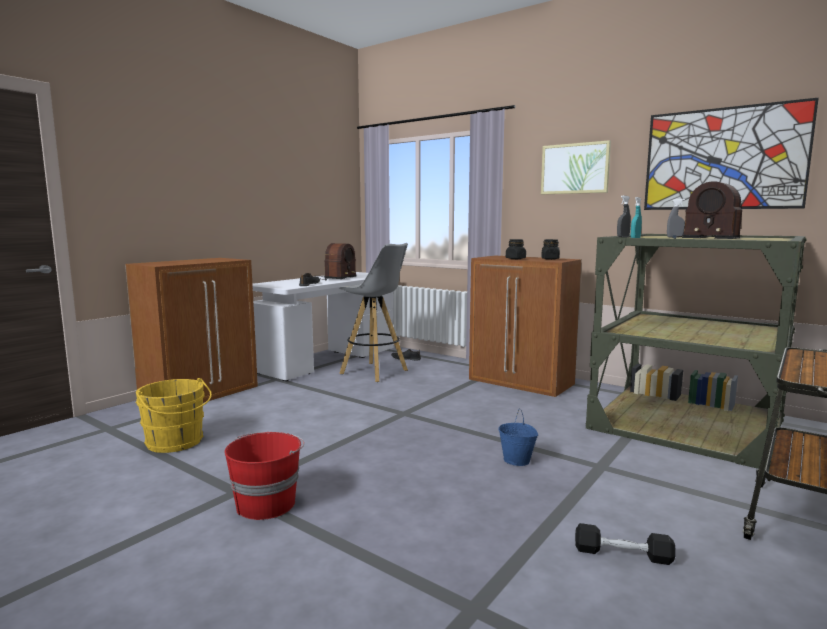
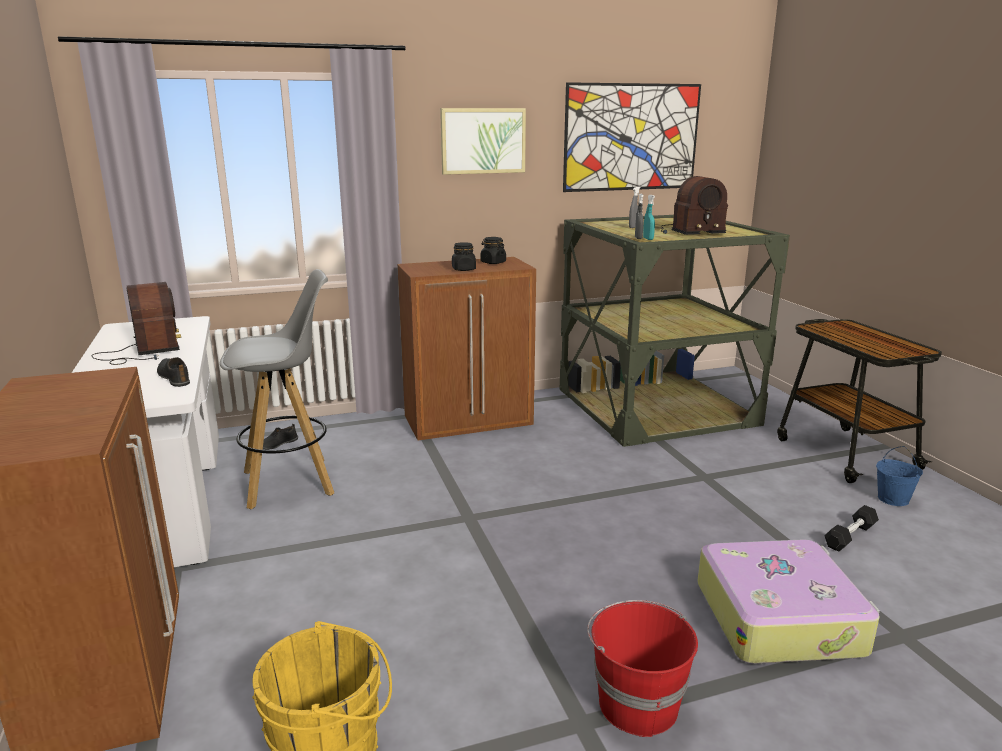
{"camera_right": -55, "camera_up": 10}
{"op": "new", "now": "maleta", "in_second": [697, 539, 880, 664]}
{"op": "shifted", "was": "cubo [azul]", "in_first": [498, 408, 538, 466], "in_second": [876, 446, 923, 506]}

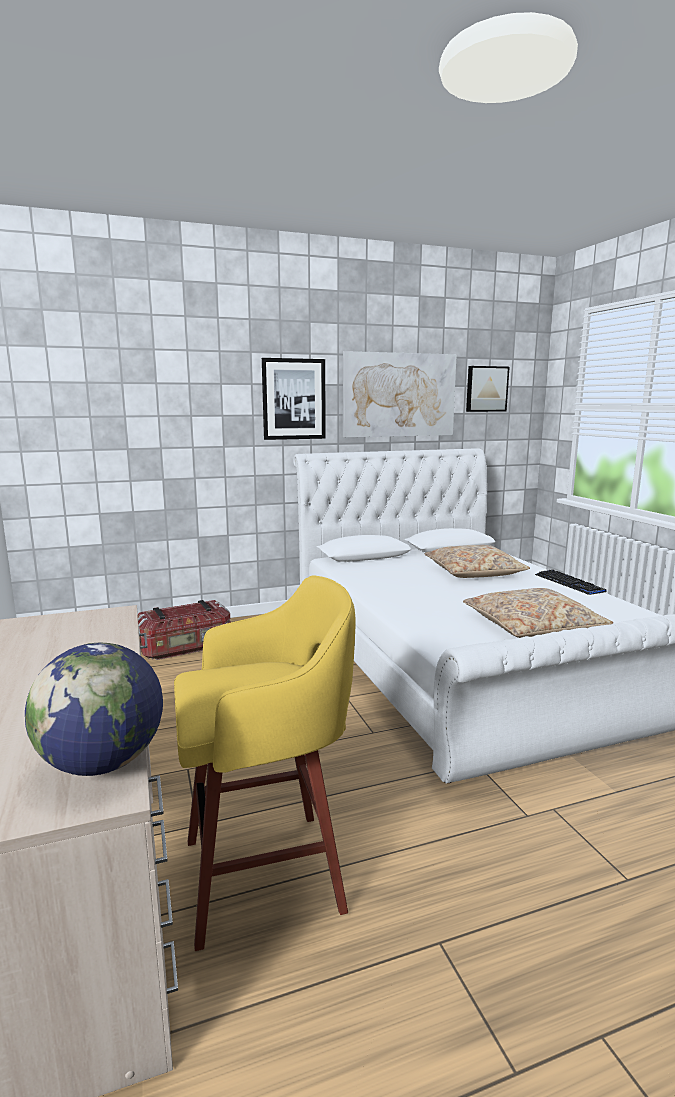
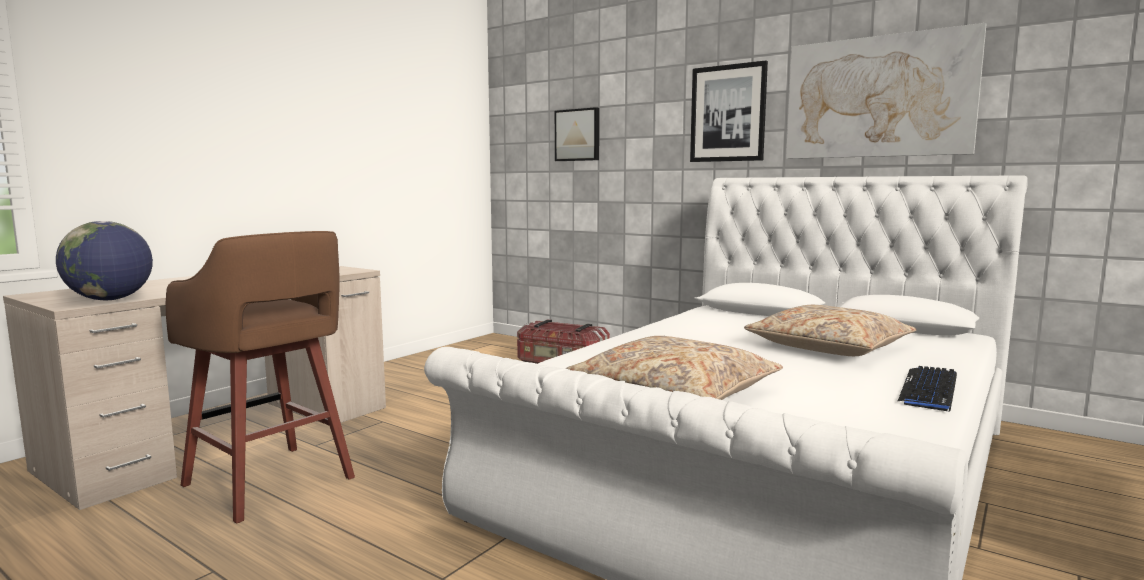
{"camera_right": 55, "camera_up": -5}
{"op": "shifted", "was": "cuadro", "in_first": [466, 366, 510, 412], "in_second": [555, 107, 599, 161]}
{"op": "repainted", "was": "taburete [amarillo]", "now": "taburete [marrón]", "in_first": [174, 575, 355, 951], "in_second": [166, 231, 355, 524]}

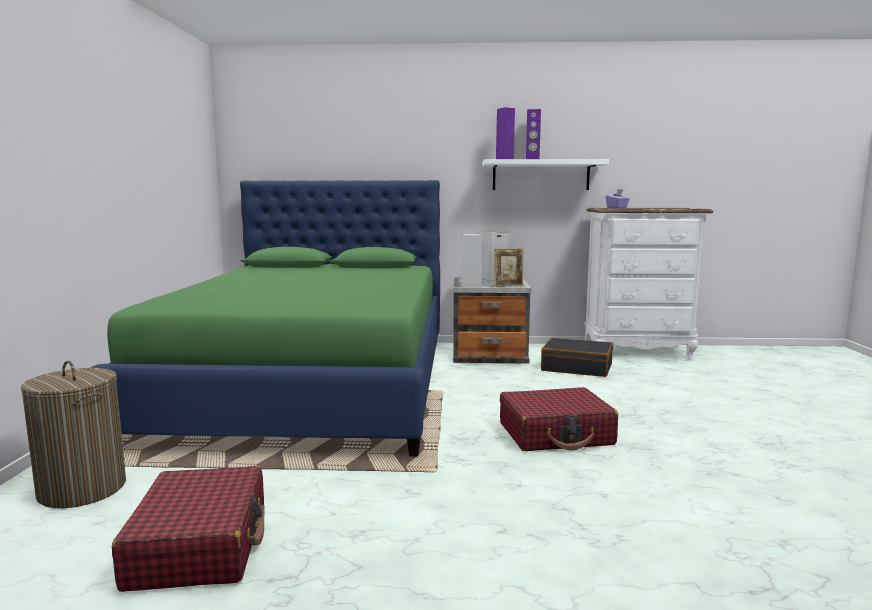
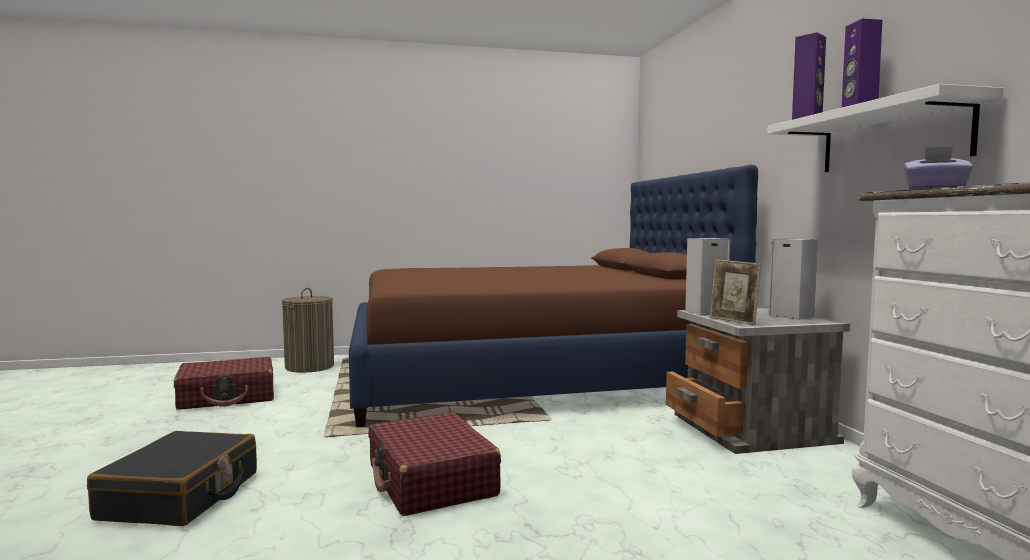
{"camera_right": 75, "camera_up": -5}
{"op": "shifted", "was": "maleta [negro]", "in_first": [541, 338, 613, 377], "in_second": [87, 431, 257, 526]}
{"op": "repainted", "was": "cama [verde]", "now": "cama [marrón]", "in_first": [90, 180, 440, 456], "in_second": [349, 165, 758, 427]}

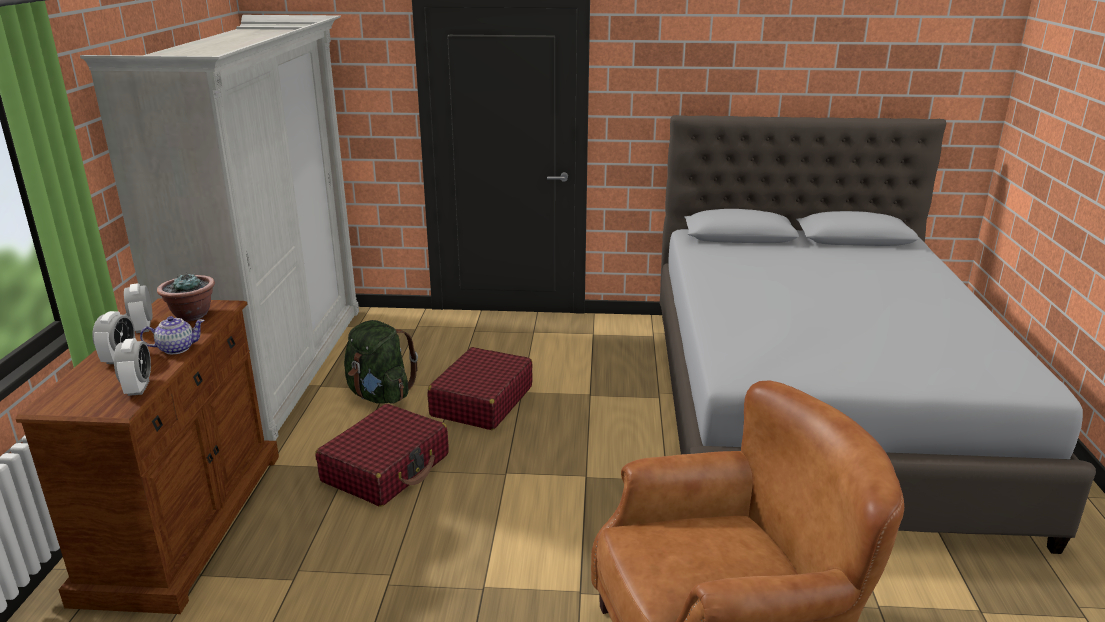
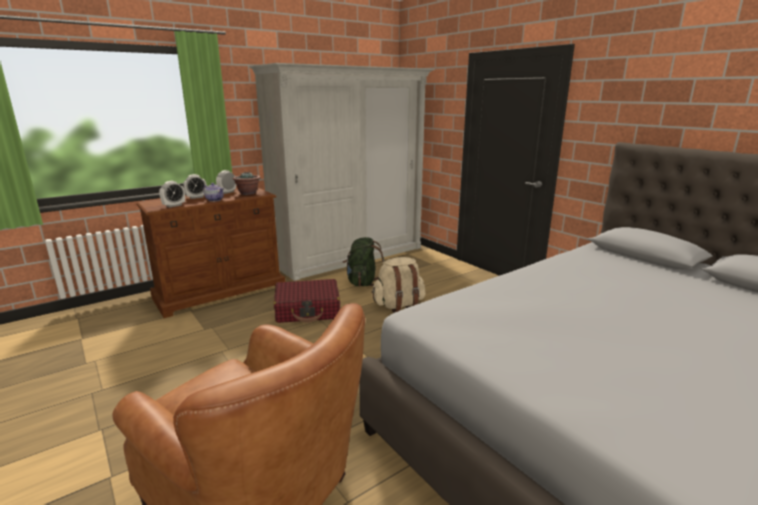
{"camera_right": 50, "camera_up": -5}
{"op": "swapped", "was": "maleta [rojo]", "now": "mochila [beis]", "in_first": [428, 347, 533, 430], "in_second": [371, 257, 426, 313]}

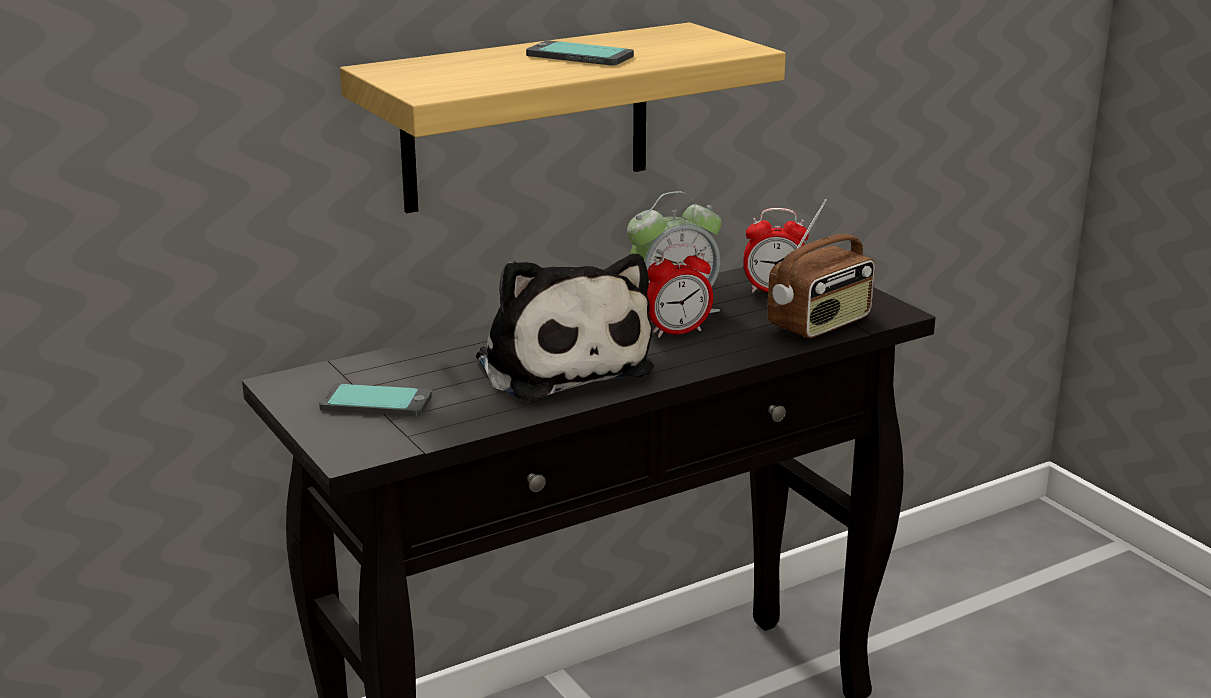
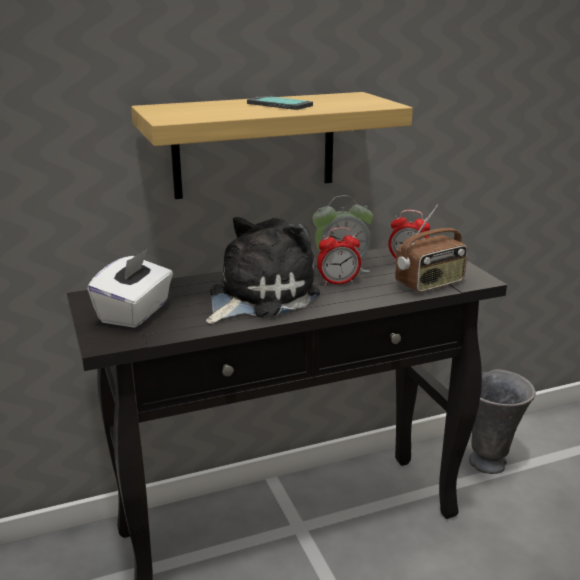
{"camera_right": 10, "camera_up": 0}
{"op": "new", "now": "florero [gris]", "in_second": [469, 369, 536, 474]}
{"op": "swapped", "was": "móvil", "now": "caja de pañuelos [blanco]", "in_first": [319, 384, 432, 417], "in_second": [87, 249, 173, 328]}
{"op": "rotated", "was": "peluche", "in_first": [476, 254, 654, 401], "in_second": [206, 217, 320, 324], "clockwise": -120}

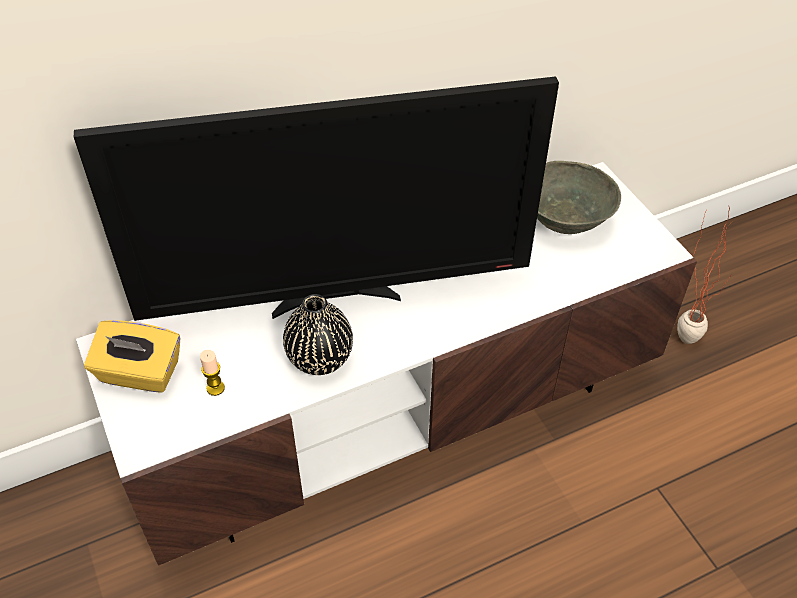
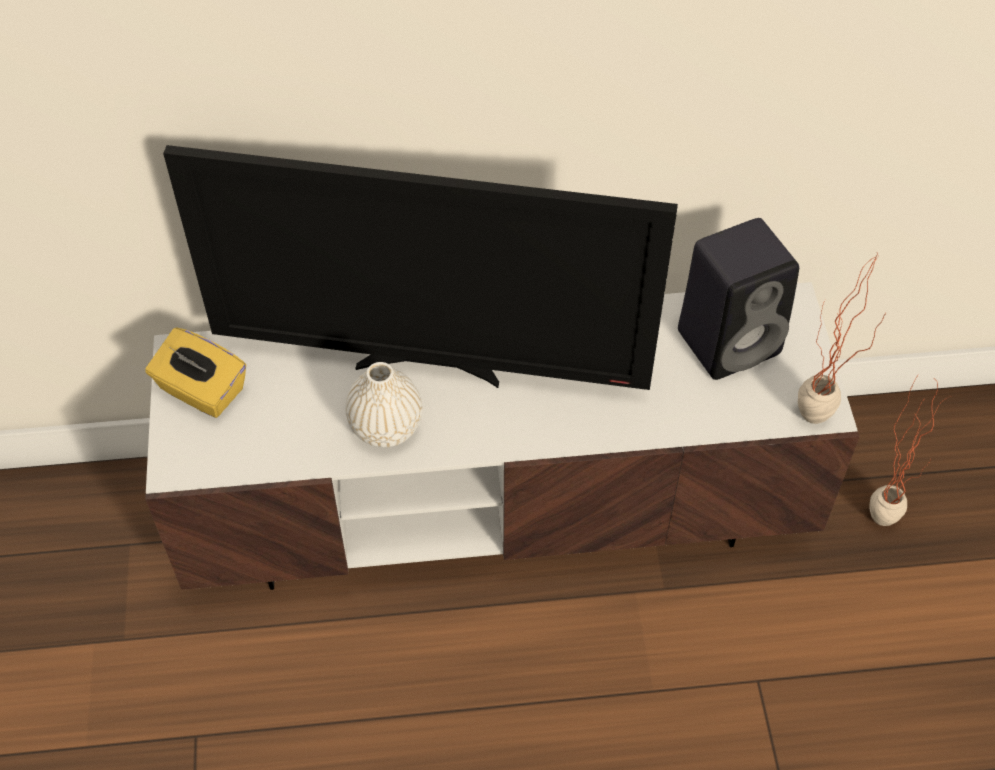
{"camera_right": 20, "camera_up": 5}
{"op": "gone", "was": "vela", "in_first": [200, 350, 225, 396]}
{"op": "new", "now": "planta en maceta", "in_second": [798, 255, 886, 424]}
{"op": "swapped", "was": "cuenco [gris]", "now": "altavoz [negro]", "in_first": [537, 161, 621, 234], "in_second": [678, 218, 799, 380]}
{"op": "repainted", "was": "florero [negro]", "now": "florero [blanco]", "in_first": [283, 294, 353, 375], "in_second": [346, 362, 422, 448]}

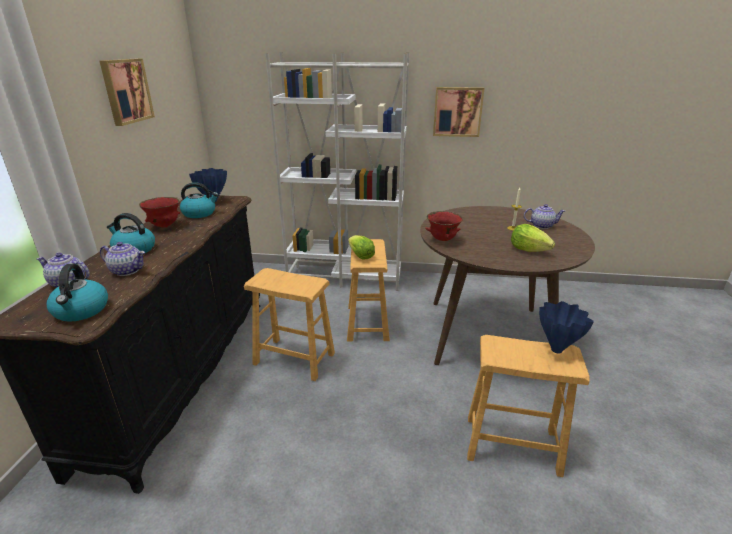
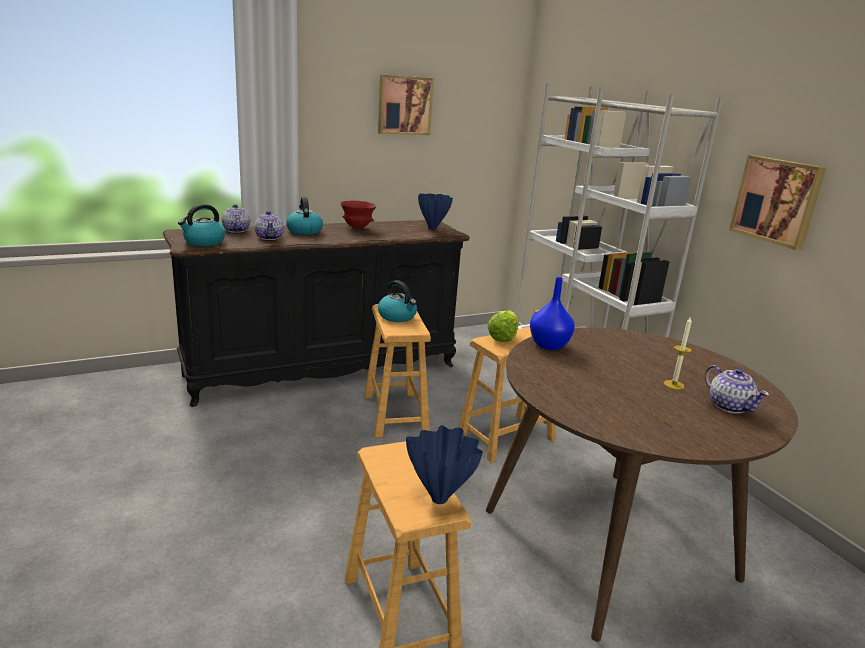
{"camera_right": 55, "camera_up": -5}
{"op": "gone", "was": "lechuga", "in_first": [511, 224, 555, 252]}
{"op": "shifted", "was": "hervidor", "in_first": [180, 182, 219, 218], "in_second": [378, 280, 417, 322]}
{"op": "swapped", "was": "cuenco [rojo]", "now": "florero [azul]", "in_first": [425, 211, 463, 241], "in_second": [530, 277, 575, 350]}

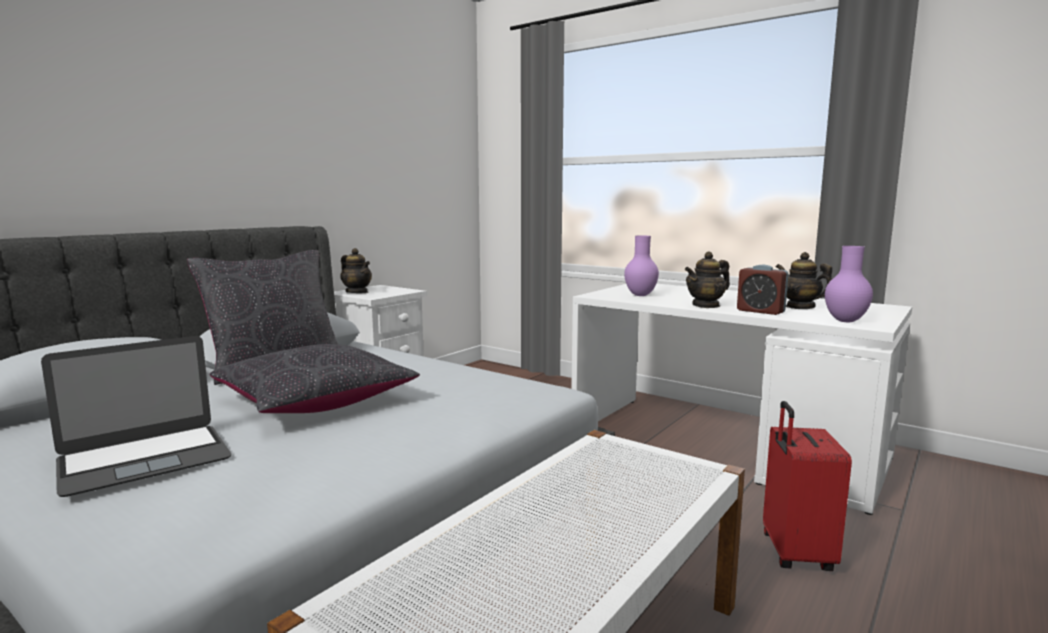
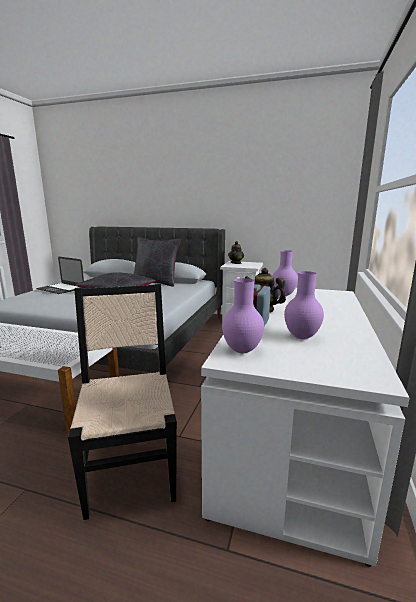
{"camera_right": 70, "camera_up": 5}
{"op": "swapped", "was": "maleta [rojo]", "now": "silla", "in_first": [763, 401, 852, 571], "in_second": [68, 283, 177, 520]}
{"op": "swapped", "was": "tetera", "now": "florero [morado]", "in_first": [776, 252, 832, 309], "in_second": [284, 271, 324, 339]}

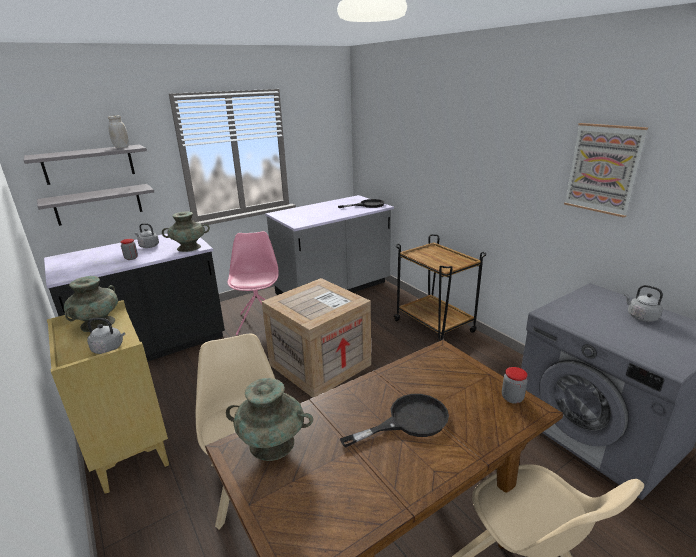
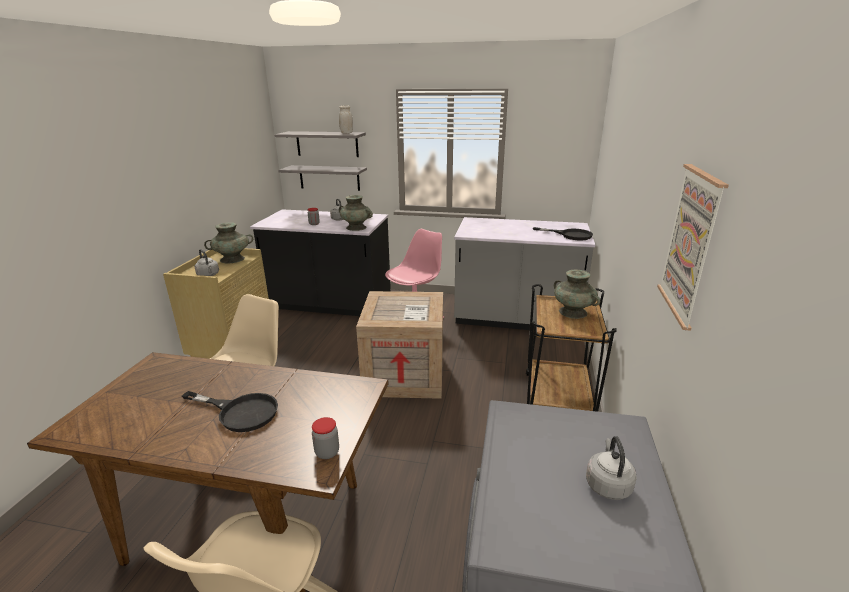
{"camera_right": 45, "camera_up": 0}
{"op": "shifted", "was": "florero [turquesa]", "in_first": [226, 378, 313, 461], "in_second": [554, 270, 600, 319]}

